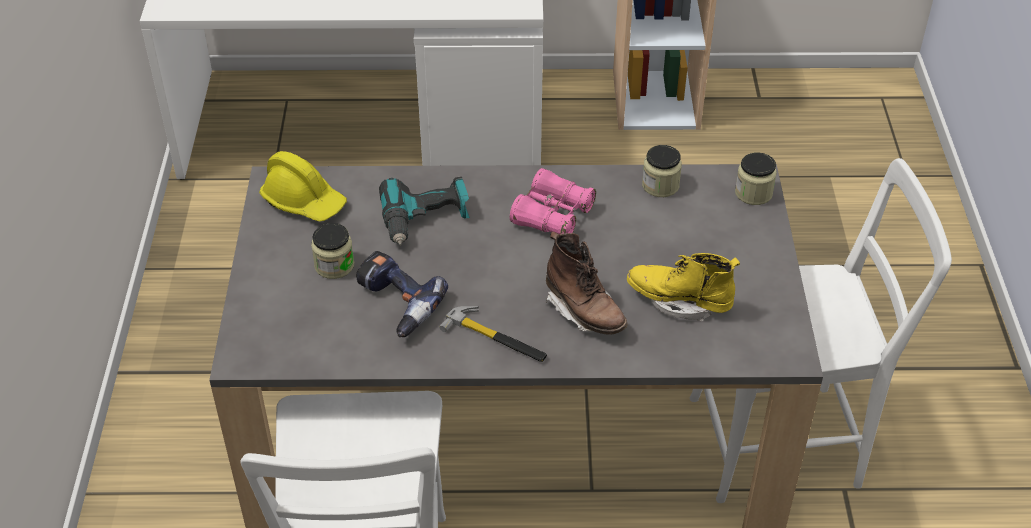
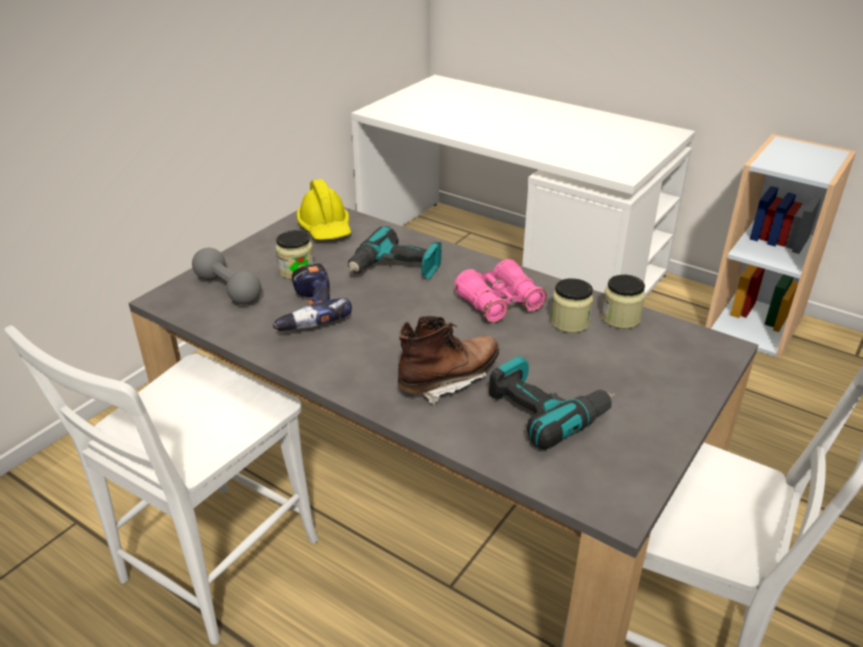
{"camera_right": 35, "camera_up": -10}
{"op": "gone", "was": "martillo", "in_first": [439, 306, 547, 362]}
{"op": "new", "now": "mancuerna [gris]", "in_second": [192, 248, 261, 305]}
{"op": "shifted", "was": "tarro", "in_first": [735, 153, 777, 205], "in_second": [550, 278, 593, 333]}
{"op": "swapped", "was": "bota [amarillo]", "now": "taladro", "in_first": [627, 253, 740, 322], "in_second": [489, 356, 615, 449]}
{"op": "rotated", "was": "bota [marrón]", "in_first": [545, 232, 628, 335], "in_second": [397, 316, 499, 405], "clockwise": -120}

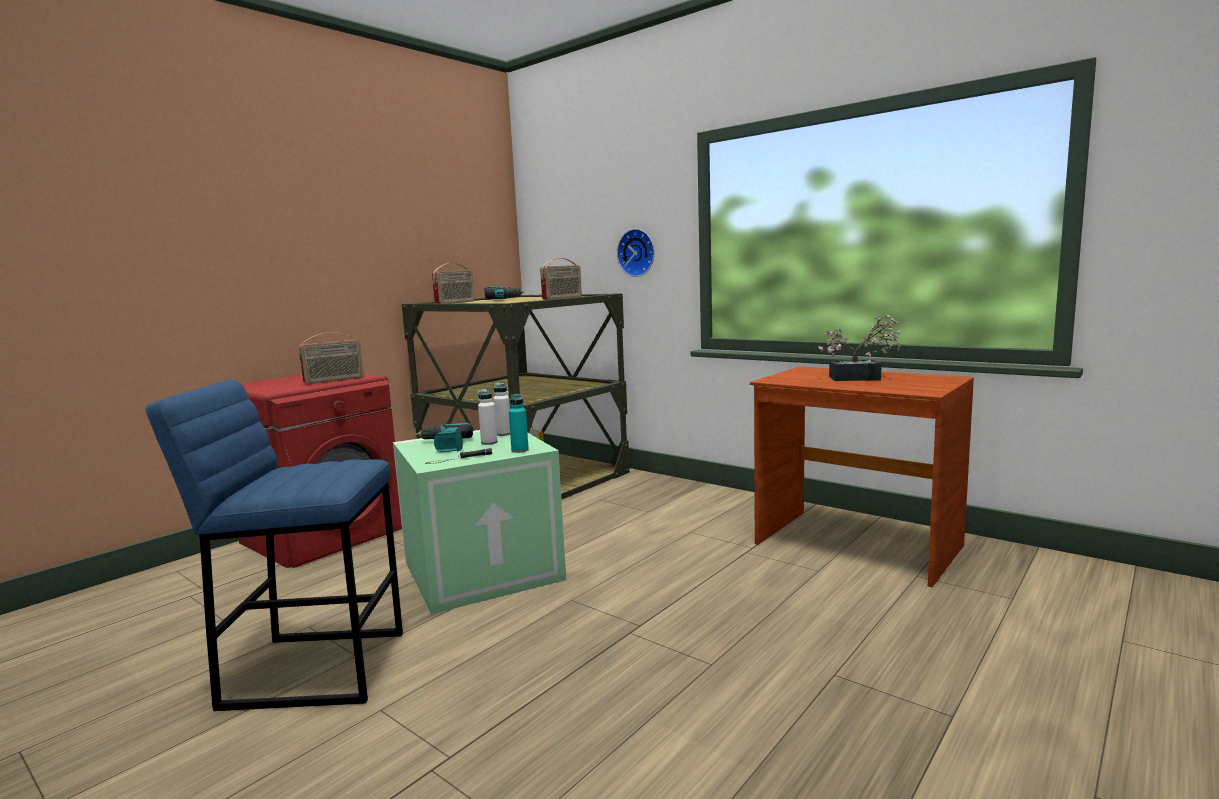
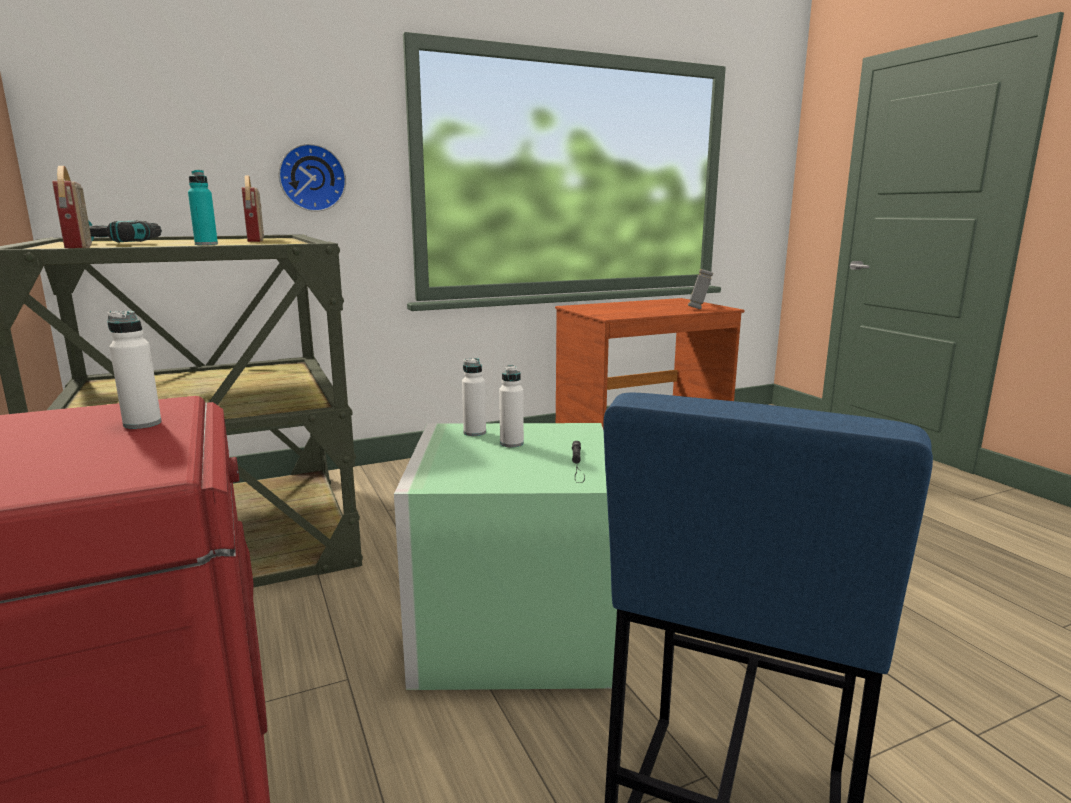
{"camera_right": -65, "camera_up": 5}
{"op": "gone", "was": "taladro", "in_first": [416, 423, 473, 452]}
{"op": "gone", "was": "planta en maceta", "in_first": [818, 314, 901, 381]}
{"op": "new", "now": "martillo", "in_second": [688, 269, 713, 309]}
{"op": "shifted", "was": "botella [turquesa]", "in_first": [509, 394, 529, 453], "in_second": [188, 170, 218, 245]}
{"op": "swapped", "was": "radio", "now": "botella [blanco]", "in_first": [299, 332, 364, 384], "in_second": [107, 311, 162, 429]}

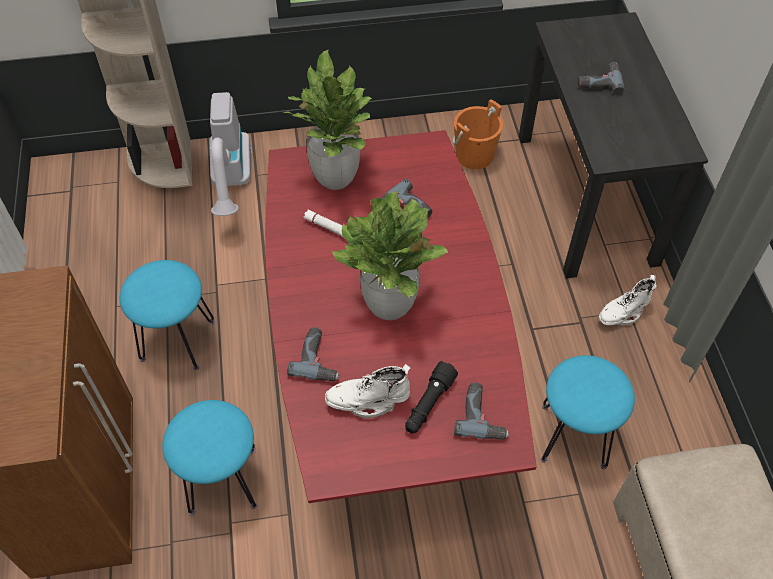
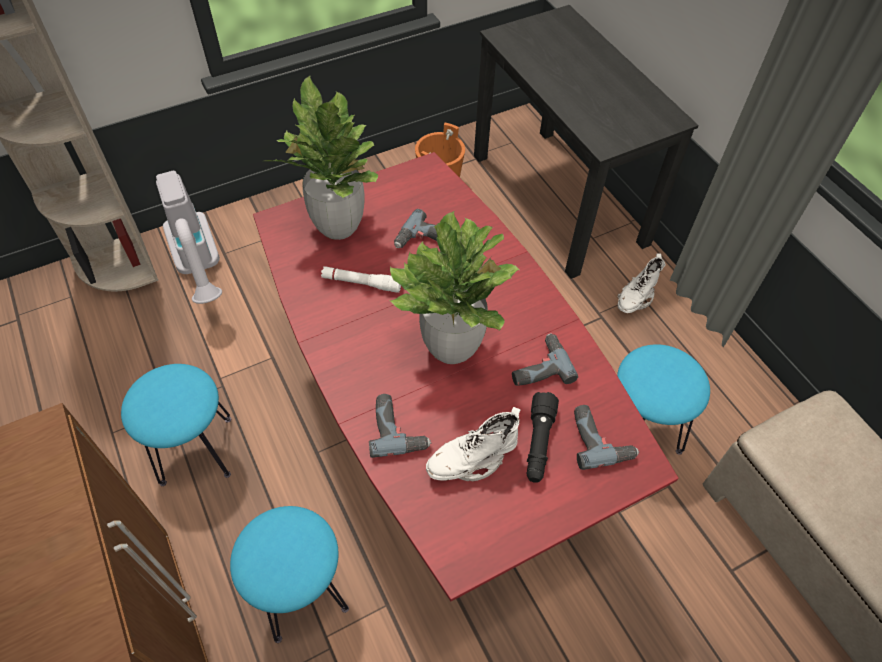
{"camera_right": -20, "camera_up": 0}
{"op": "shifted", "was": "taladro", "in_first": [578, 62, 625, 95], "in_second": [512, 333, 578, 386]}

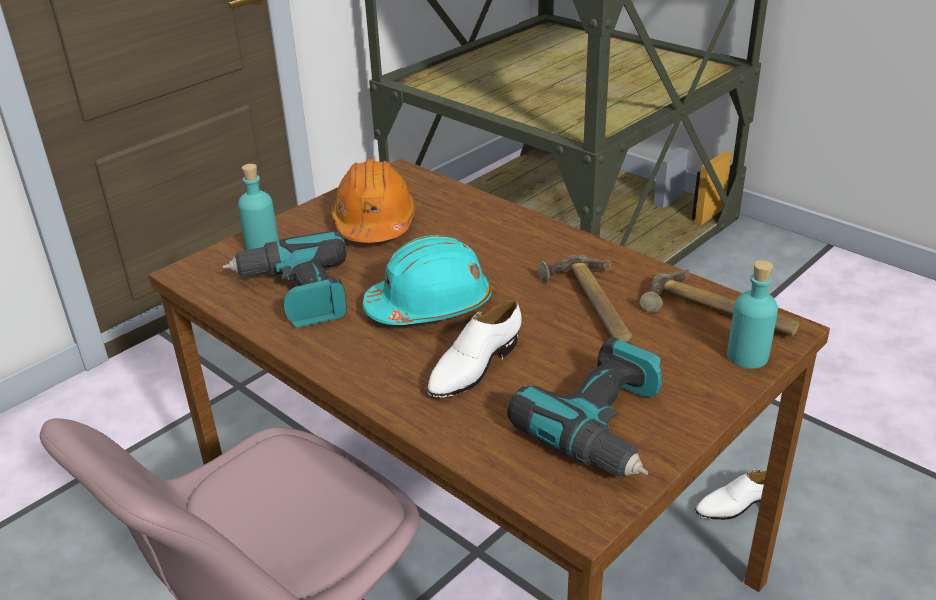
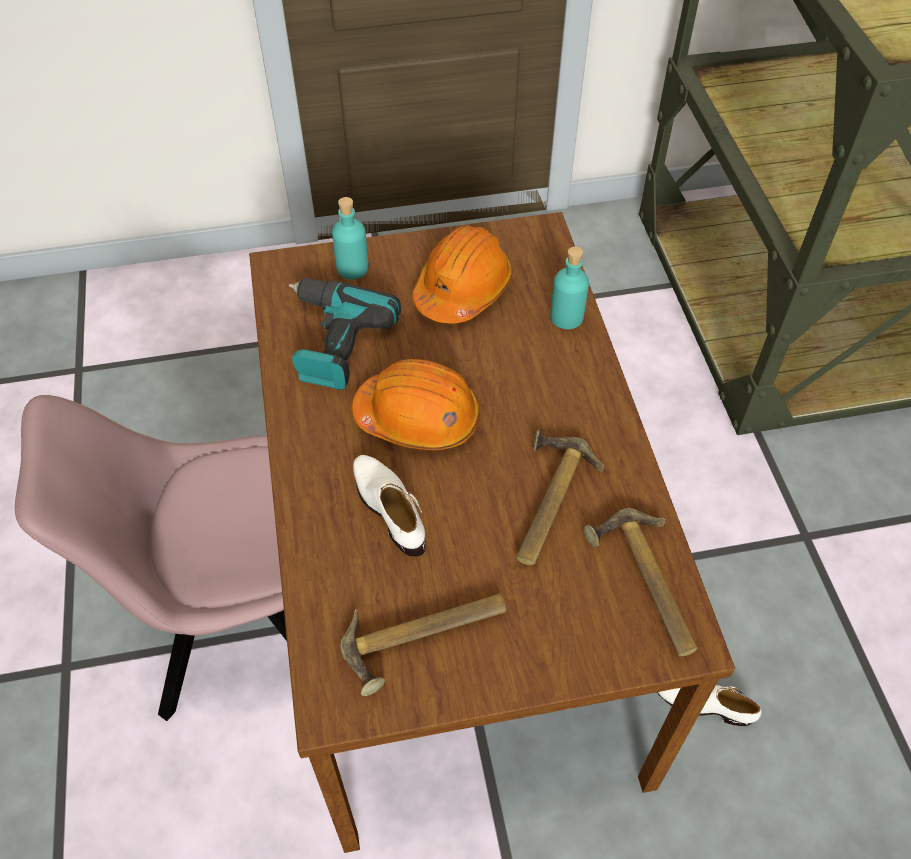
{"camera_right": 35, "camera_up": 20}
{"op": "shifted", "was": "botella [turquesa]", "in_first": [727, 260, 778, 369], "in_second": [550, 247, 589, 329]}
{"op": "swapped", "was": "taladro", "now": "martillo", "in_first": [507, 337, 662, 478], "in_second": [340, 594, 506, 696]}
{"op": "repainted", "was": "casco [turquesa]", "now": "casco [naranja]", "in_first": [363, 235, 492, 325], "in_second": [352, 359, 480, 450]}
{"op": "rotated", "was": "zapato [blanco]", "in_first": [427, 300, 522, 398], "in_second": [353, 455, 426, 556], "clockwise": 75}

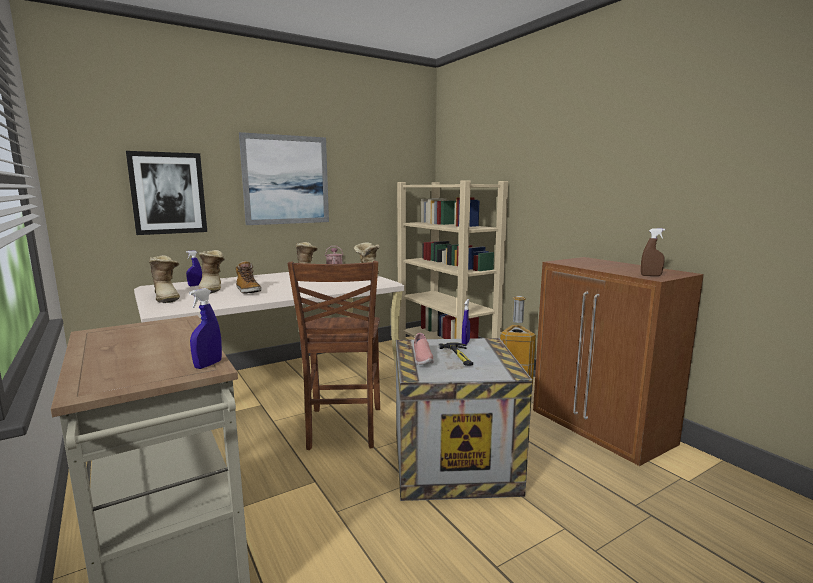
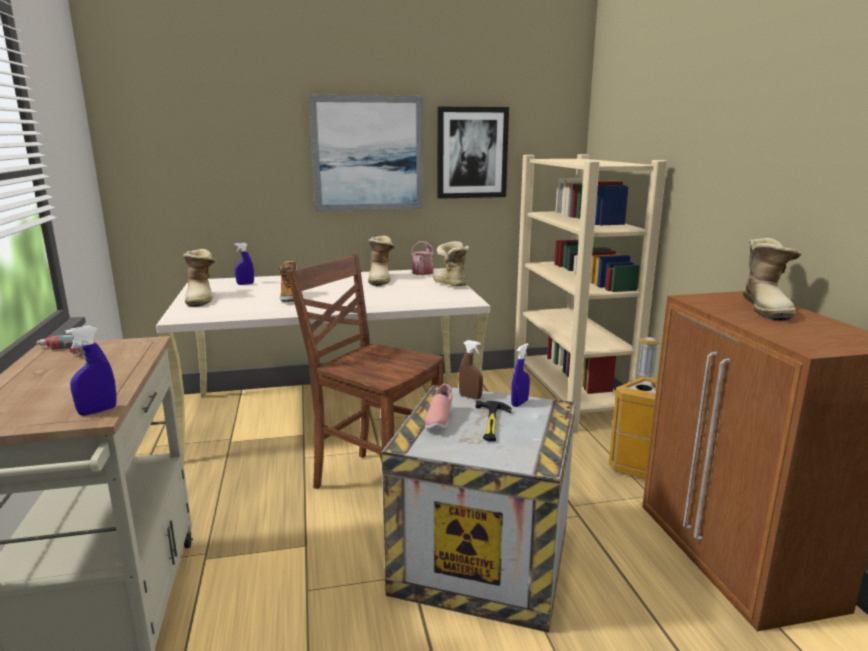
{"camera_right": 20, "camera_up": 5}
{"op": "new", "now": "taladro", "in_second": [36, 335, 84, 356]}
{"op": "shifted", "was": "cuadro", "in_first": [126, 151, 207, 235], "in_second": [437, 107, 509, 199]}
{"op": "shifted", "was": "bota", "in_first": [198, 250, 225, 294], "in_second": [743, 238, 802, 321]}
{"op": "shifted", "was": "pulverizador [marrón]", "in_first": [641, 228, 665, 276], "in_second": [459, 340, 483, 399]}
{"op": "rotated", "was": "silla [marrón]", "in_first": [287, 261, 380, 450], "in_second": [287, 253, 443, 489], "clockwise": 105}

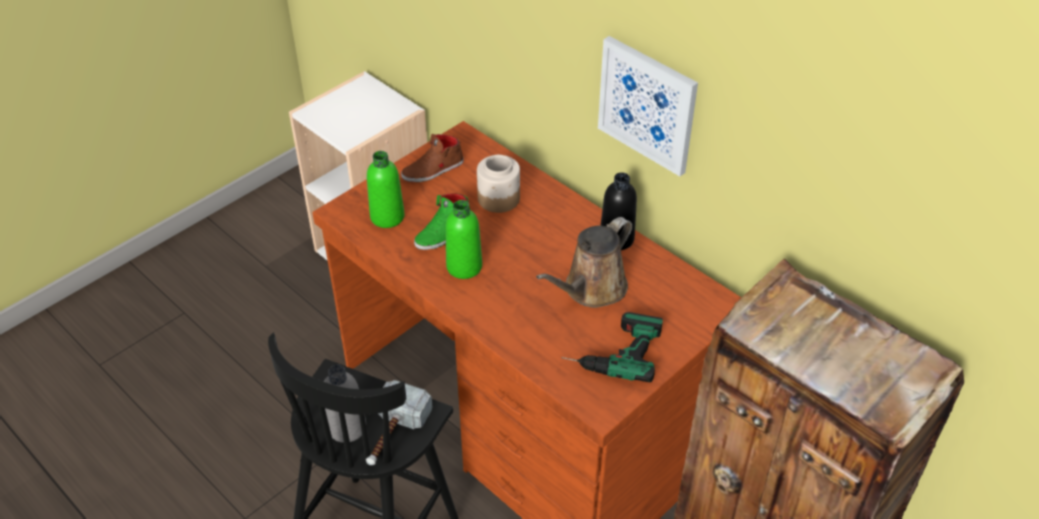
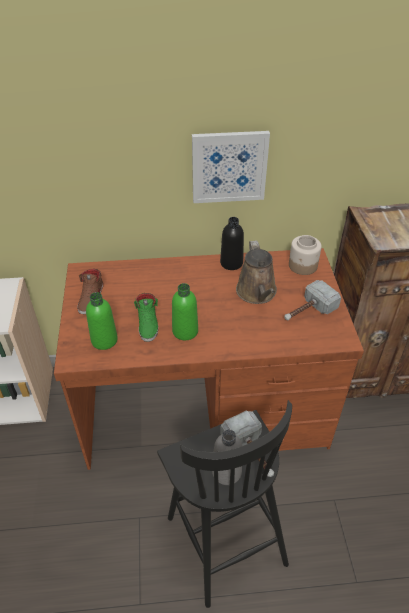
{"camera_right": -50, "camera_up": 0}
{"op": "shifted", "was": "tarro", "in_first": [477, 155, 520, 213], "in_second": [289, 235, 322, 275]}
{"op": "swapped", "was": "taladro", "now": "martillo", "in_first": [561, 312, 663, 382], "in_second": [284, 280, 341, 320]}

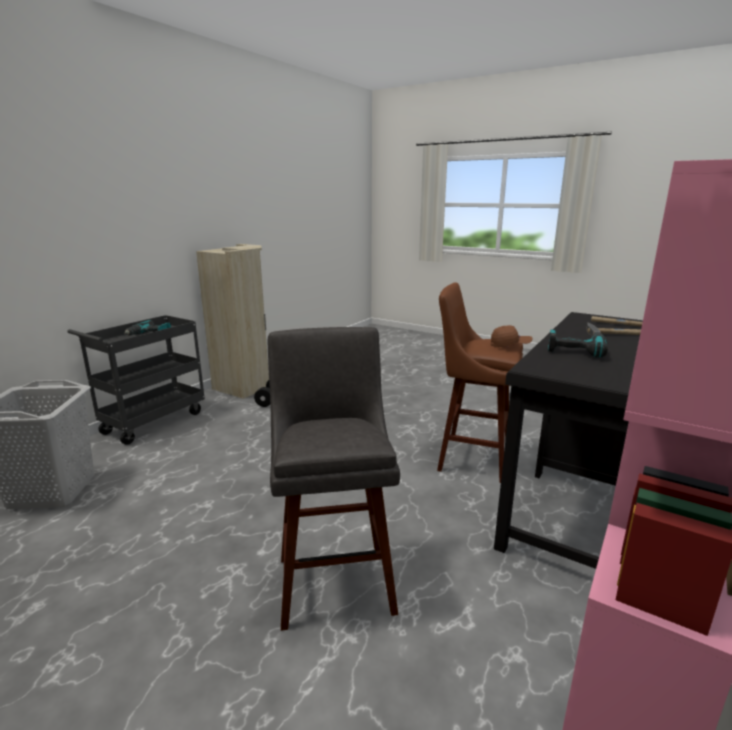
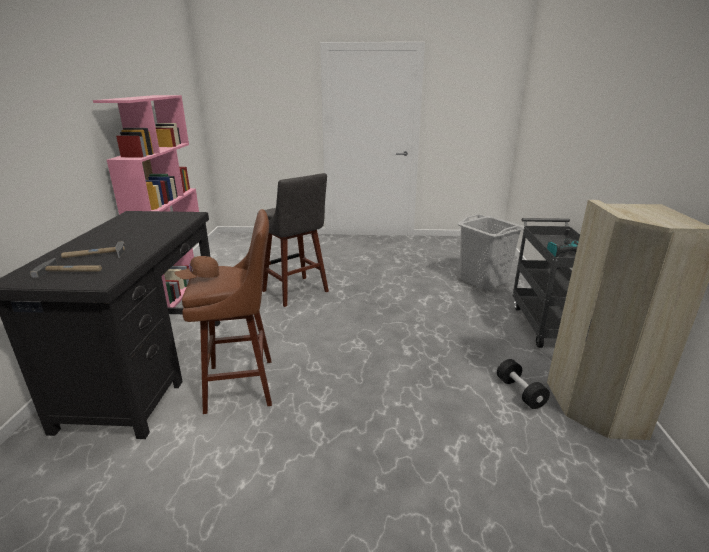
{"camera_right": 150, "camera_up": 5}
{"op": "gone", "was": "taladro", "in_first": [548, 329, 608, 358]}

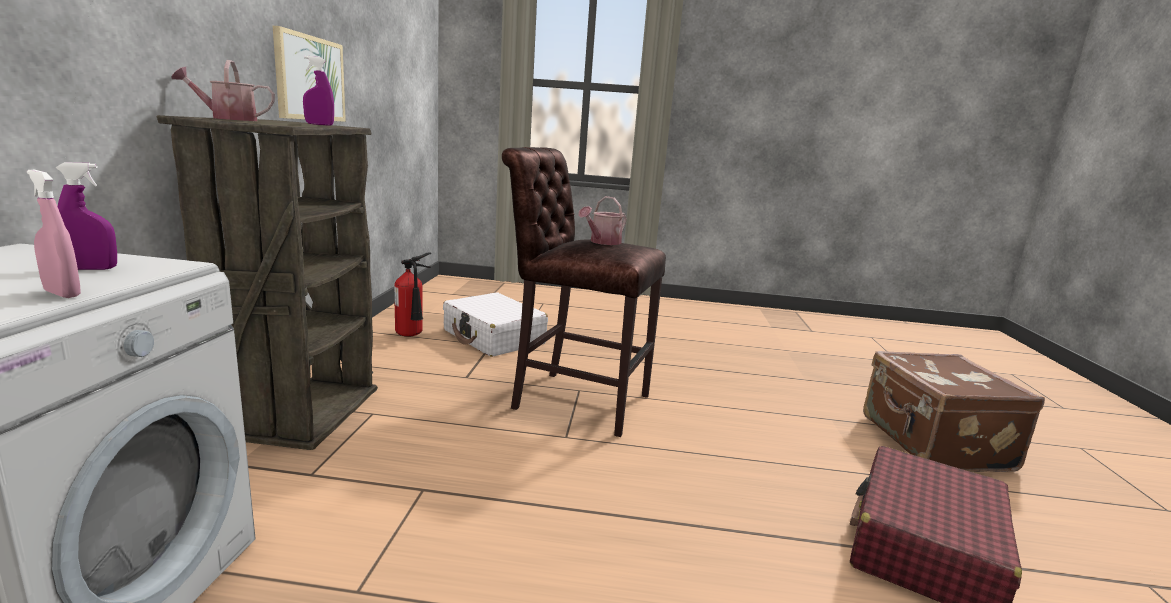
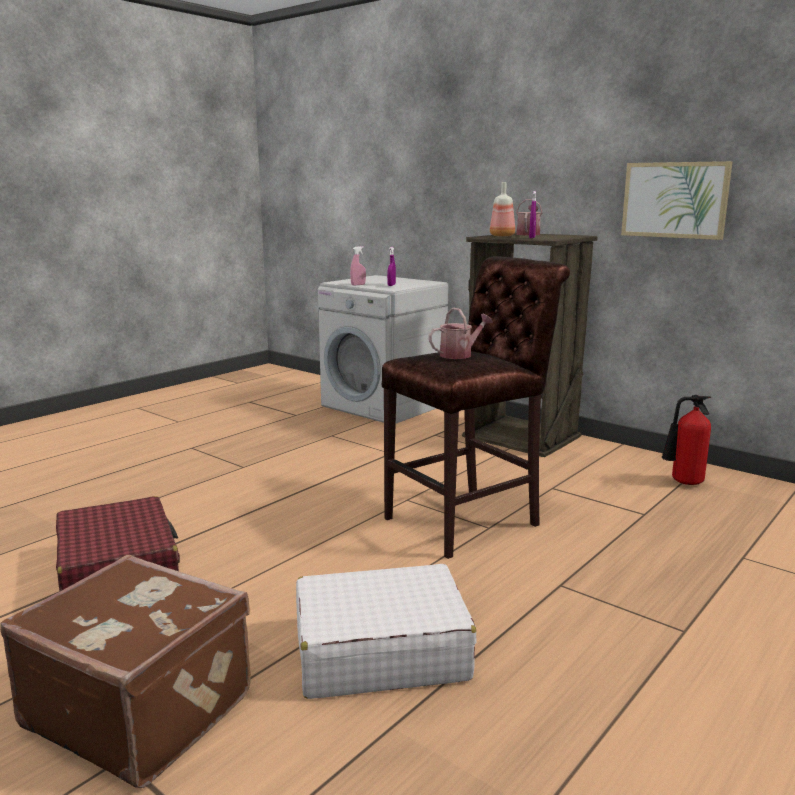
{"camera_right": 125, "camera_up": 0}
{"op": "new", "now": "botella", "in_second": [490, 182, 515, 237]}
{"op": "shifted", "was": "maleta [blanco]", "in_first": [443, 292, 548, 357], "in_second": [296, 564, 476, 699]}
{"op": "rotated", "was": "regadera", "in_first": [578, 196, 627, 245], "in_second": [429, 308, 493, 359], "clockwise": 75}

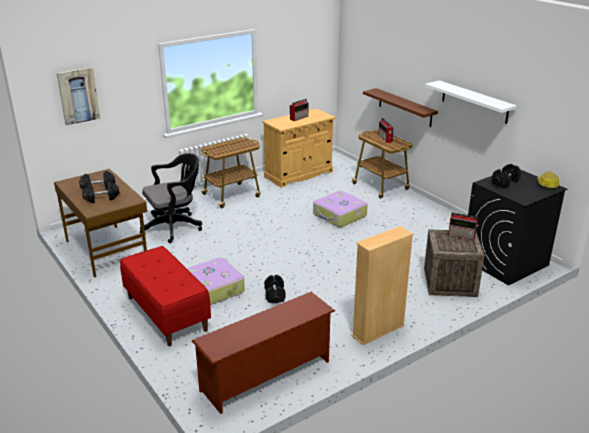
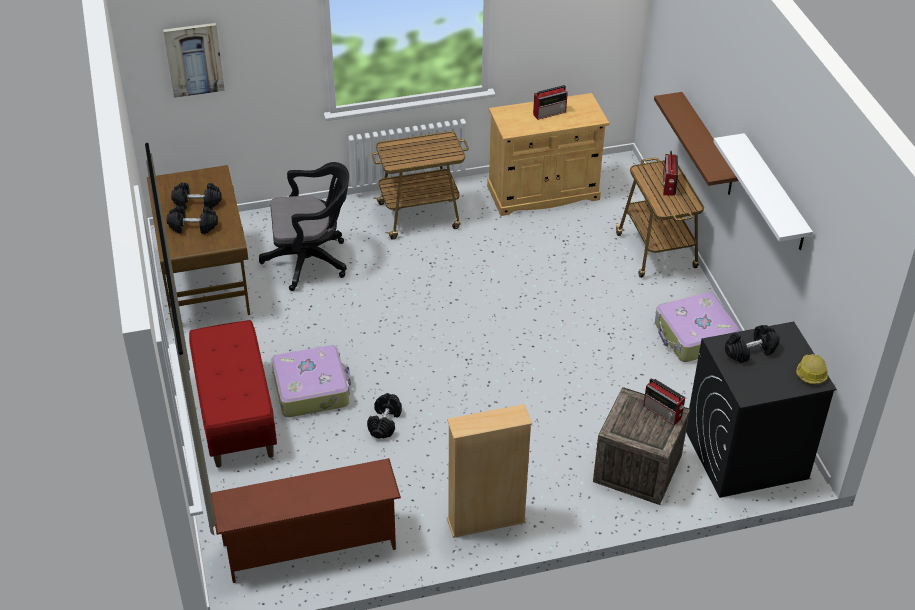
{"camera_right": 20, "camera_up": 15}
{"op": "shifted", "was": "maleta", "in_first": [313, 191, 367, 227], "in_second": [655, 292, 741, 362]}

